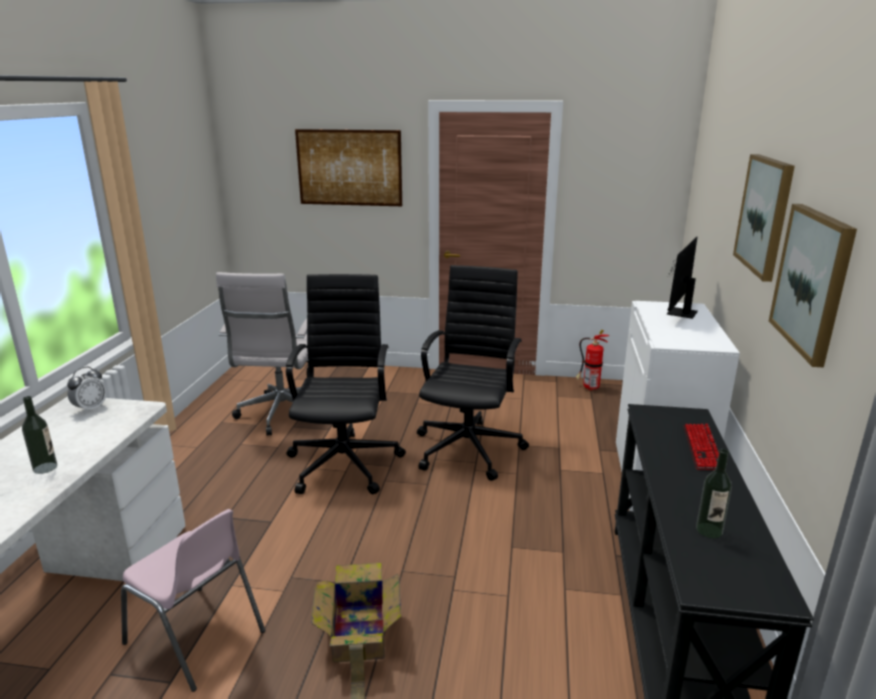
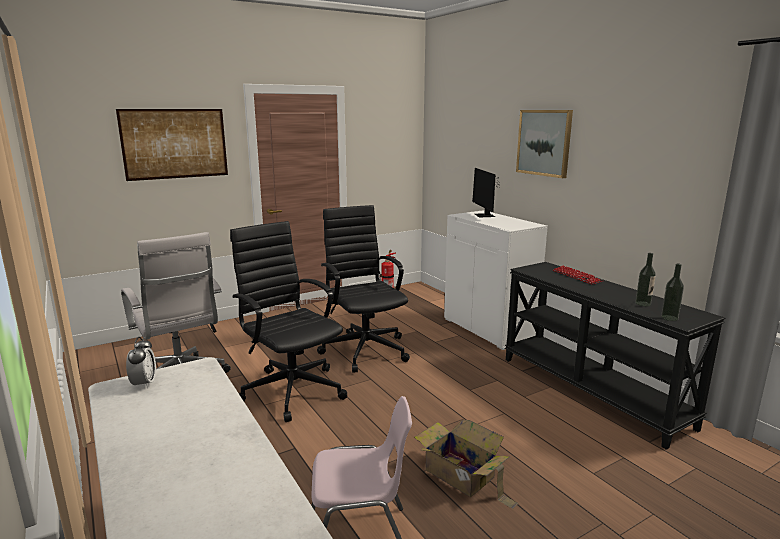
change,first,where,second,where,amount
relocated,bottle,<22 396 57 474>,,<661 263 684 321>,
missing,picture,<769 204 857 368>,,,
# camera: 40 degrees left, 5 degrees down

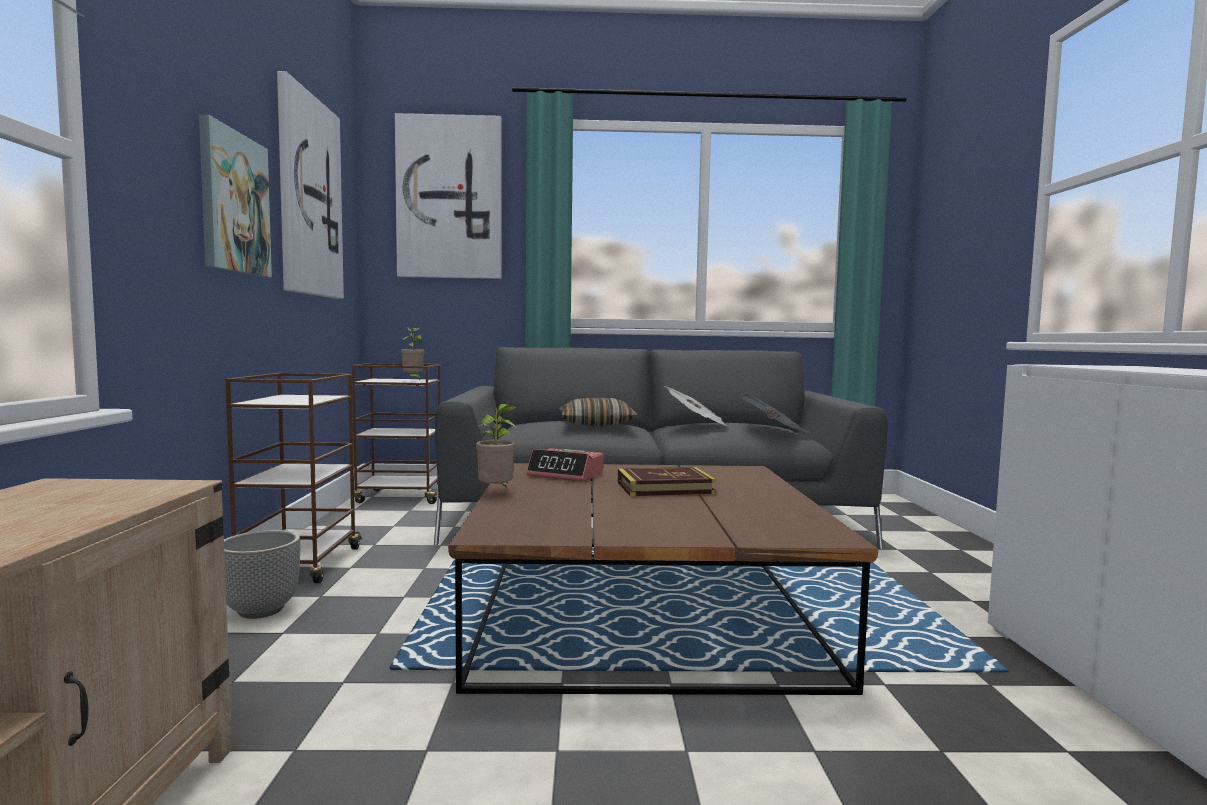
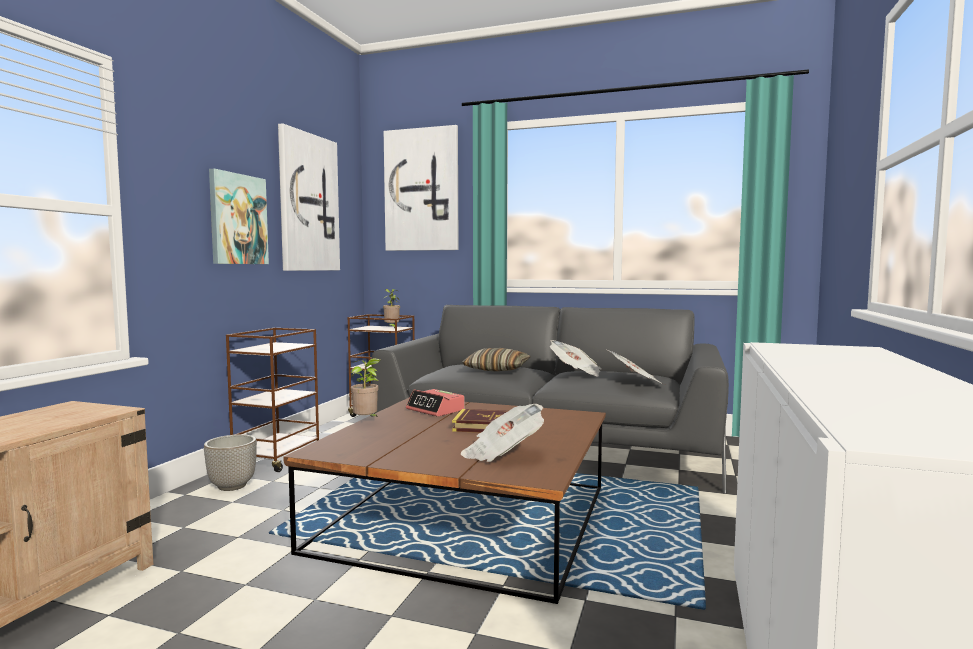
change,first,where,second,where,amount
appeared,,,newspaper,<461 404 544 462>,
# camera: 20 degrees right, 0 degrees up

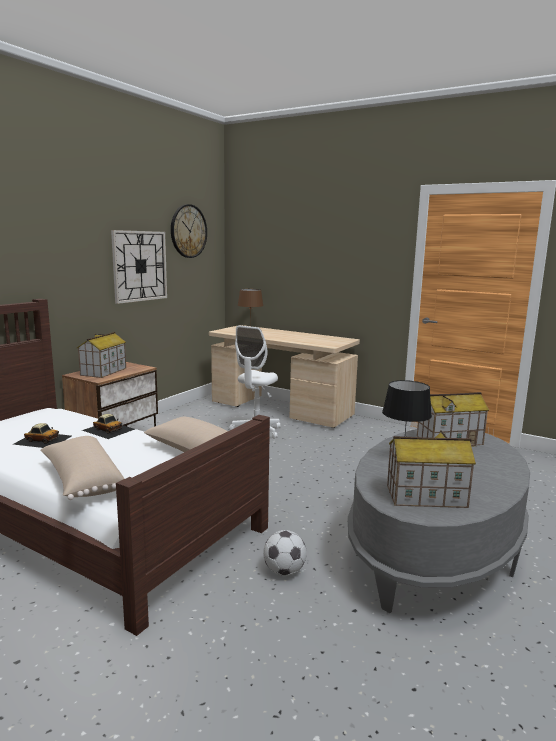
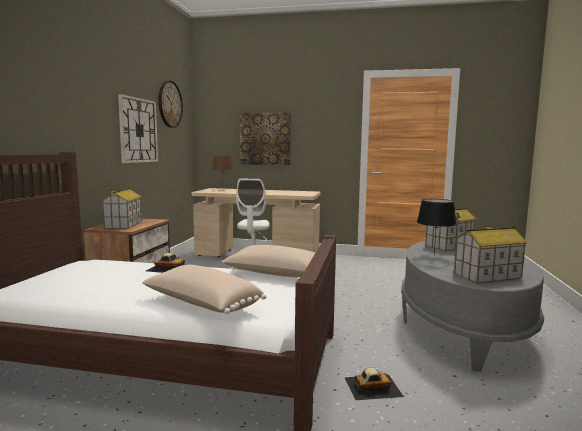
change,first,where,second,where,amount
relocated,toy car,<13 423 72 448>,,<344 367 404 400>,
missing,football,<263 530 307 576>,,,
appeared,,,picture,<240 112 291 165>,
# camera: 20 degrees left, 5 degrees down

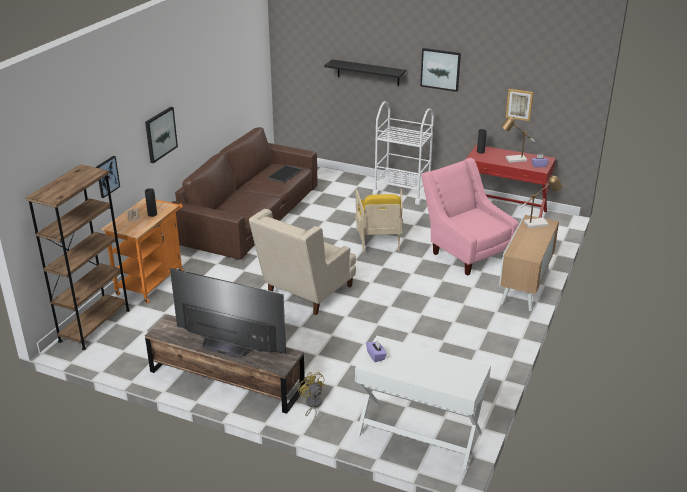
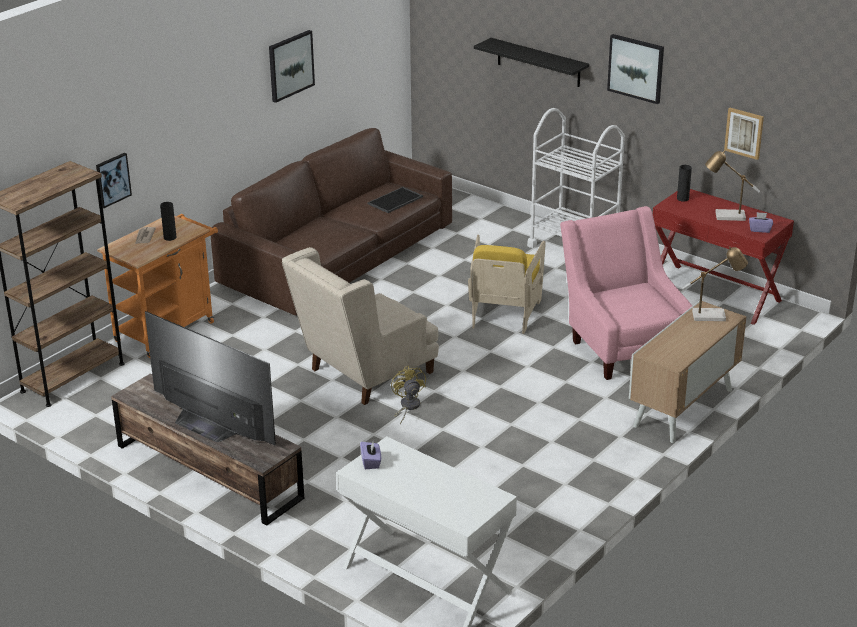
change,first,where,second,where,amount
relocated,picture,<145 107 178 163>,,<269 30 315 103>,
relocated,yellow fan,<298 372 325 423>,,<391 365 426 425>,
# camera: 15 degrees right, 0 degrees up

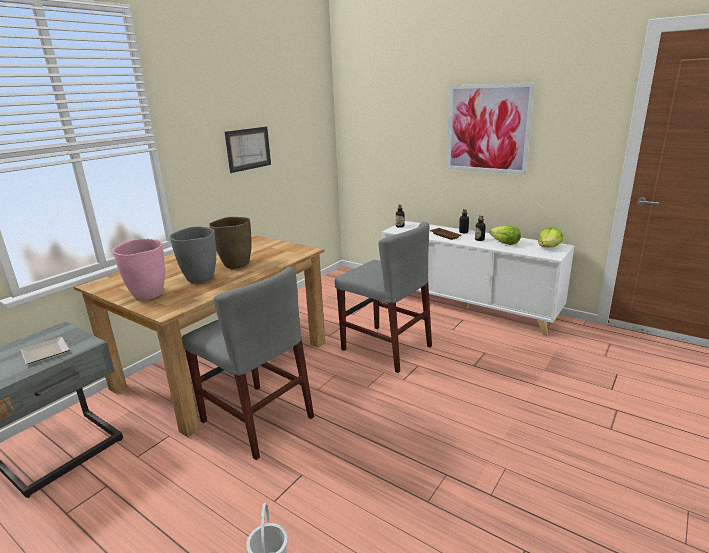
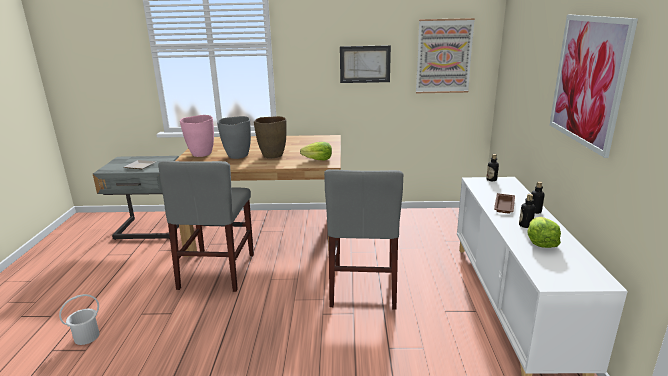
change,first,where,second,where,amount
relocated,lettuce,<538 227 563 247>,,<300 142 332 161>,
appeared,,,picture,<416 18 475 93>,
# camera: 55 degrees right, 0 degrees up

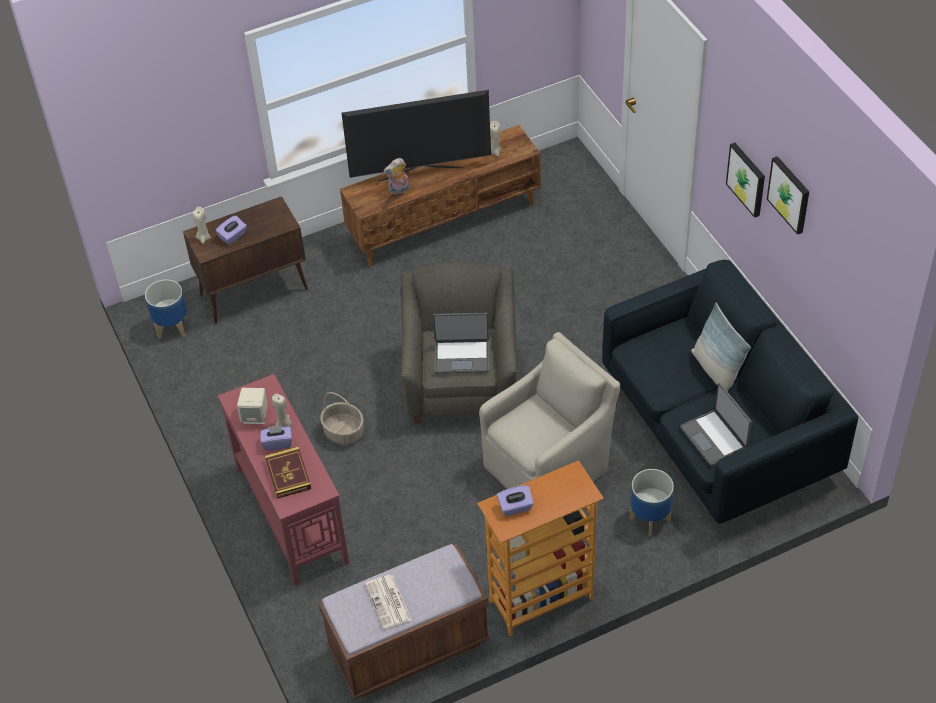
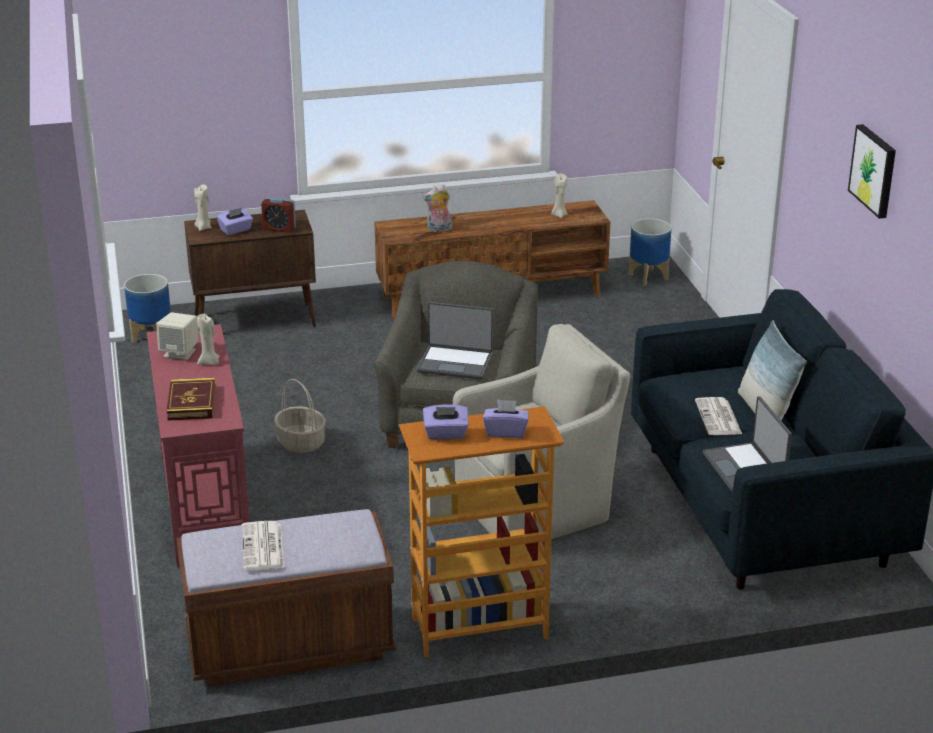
change,first,where,second,where,amount
relocated,purple tissue box,<260 426 292 451>,,<483 399 529 438>,
missing,television,<342 90 491 182>,,,
relocated,planter,<630 469 674 536>,,<629 218 672 286>,
missing,picture,<726 143 765 218>,,,
appeared,,,alarm clock,<261 197 296 233>,
appeared,,,newspaper,<695 397 742 435>,
# camera: 10 degrees right, 20 degrees down

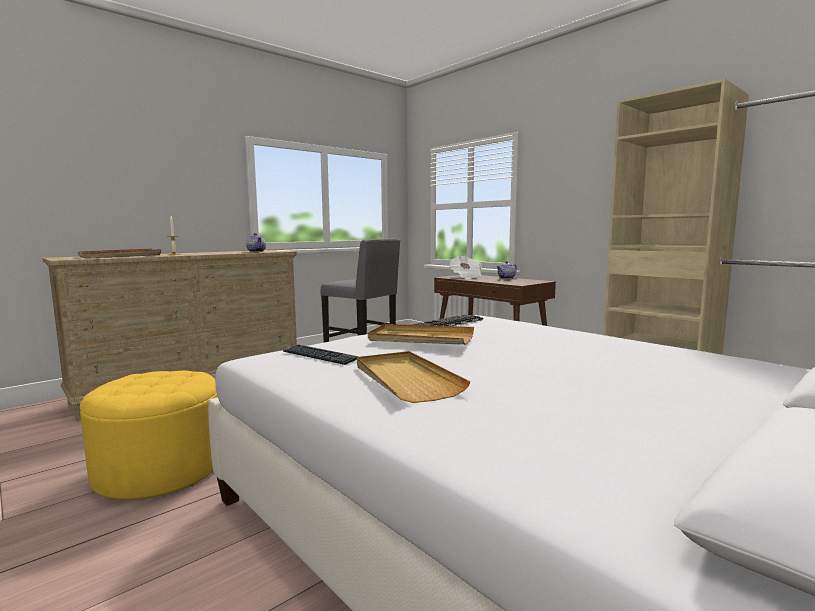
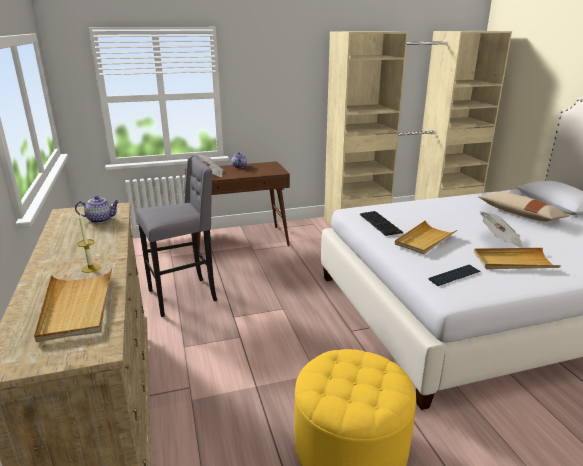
change,first,where,second,where,amount
appeared,,,beige pillow,<479 192 569 222>,
appeared,,,newspaper,<480 211 523 248>,
# camera: 65 degrees left, 15 degrees up

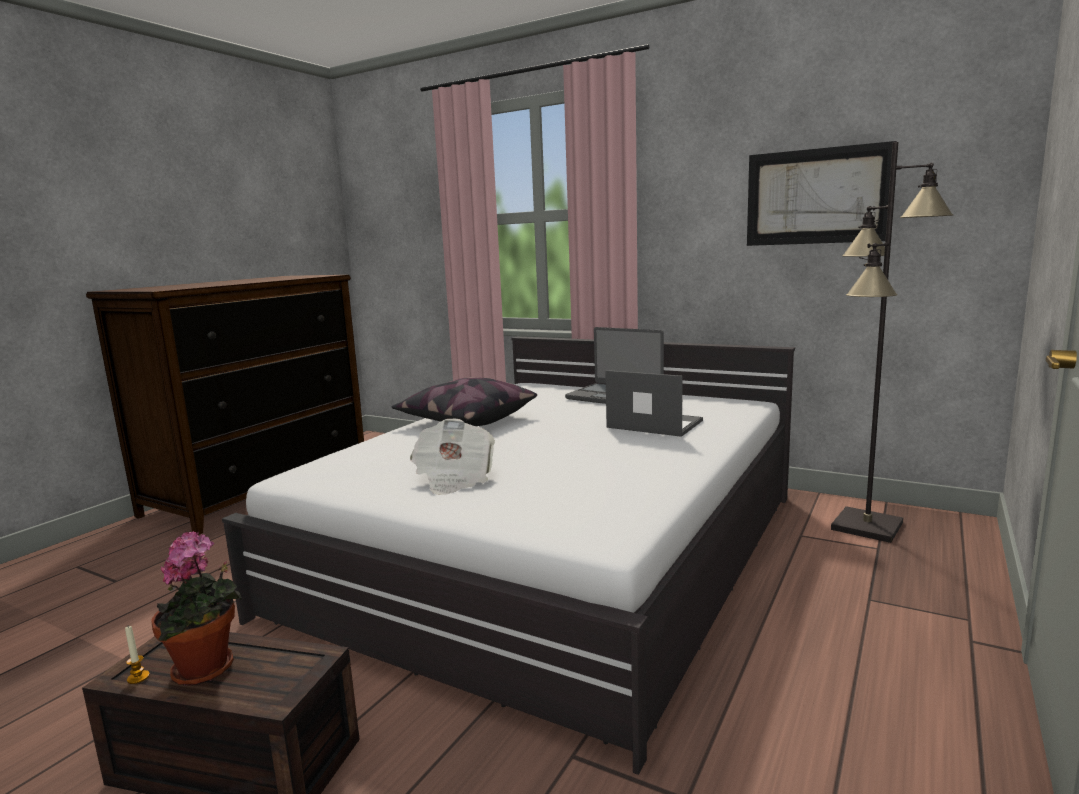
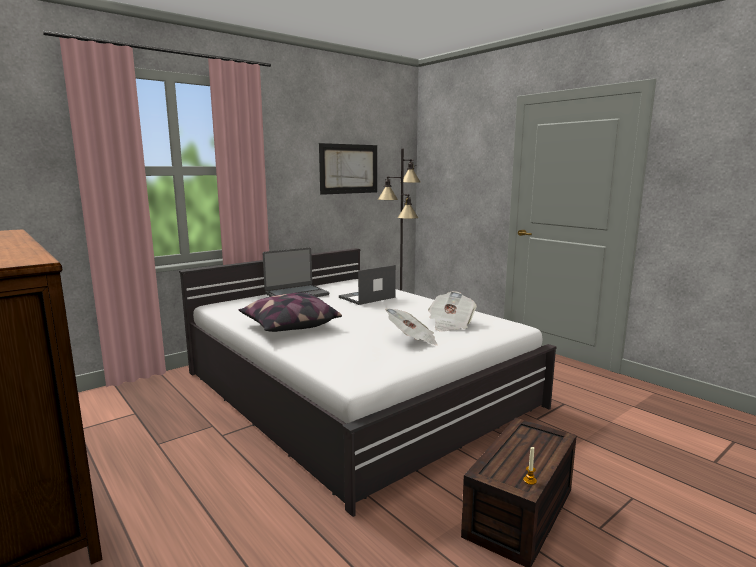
change,first,where,second,where,amount
missing,potted plant,<151 531 242 686>,,,
appeared,,,newspaper,<428 291 477 332>,
# camera: 70 degrees left, 0 degrees up

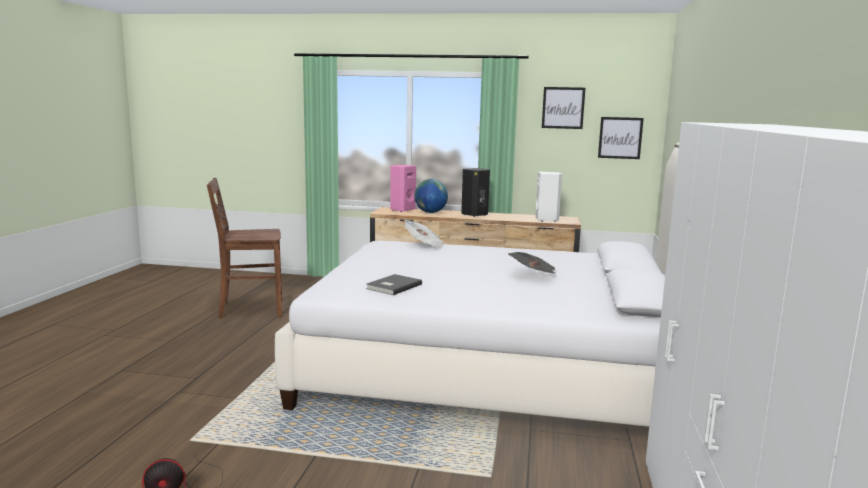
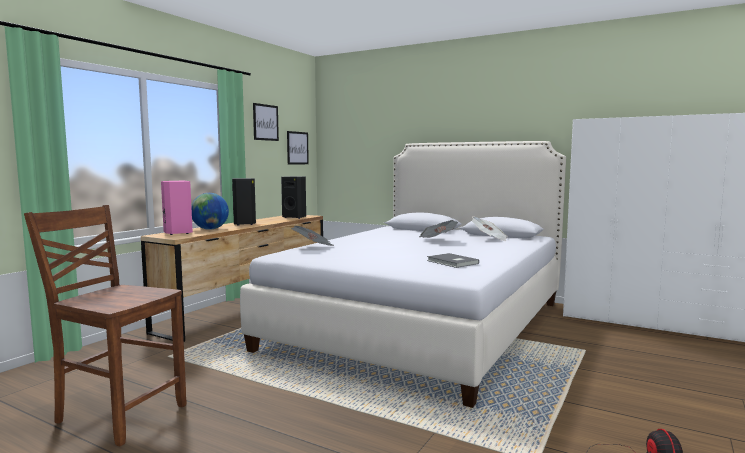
change,first,where,second,where,amount
spun,brown chair,<207 178 282 319>,,<24 205 186 446>,105 degrees clockwise
colour,white speaker,<535 172 562 222>,black speaker,<281 176 306 219>,
appeared,,,newspaper,<472 216 508 241>,
# camera: 70 degrees left, 5 degrees down

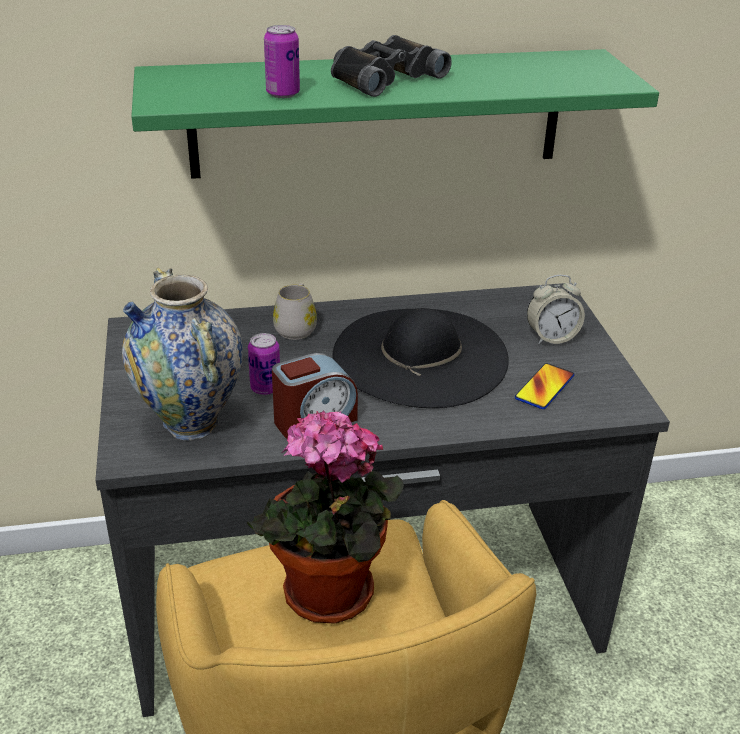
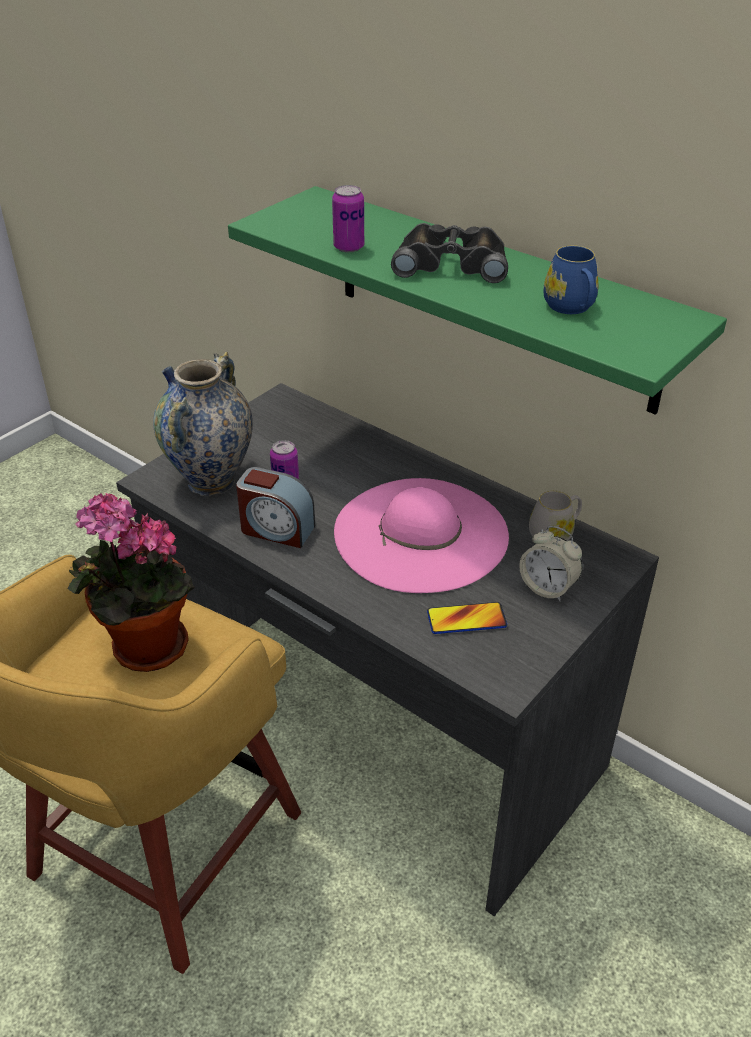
change,first,where,second,where,amount
relocated,white mug,<273 284 317 340>,,<529 491 582 541>,
colour,black hat,<332 308 509 408>,pink hat,<334 478 509 593>,
appeared,,,blue mug,<544 245 598 314>,
# camera: 50 degrees right, 5 degrees up

